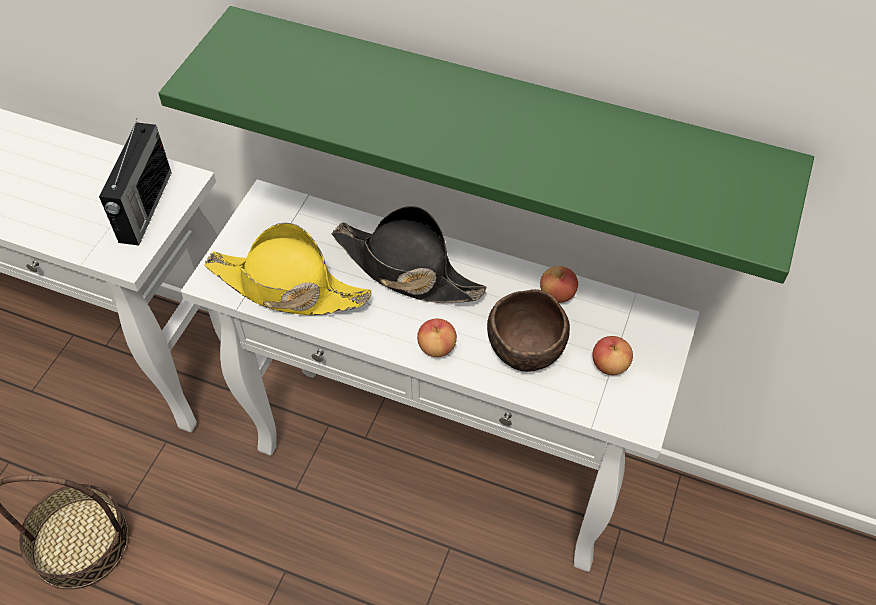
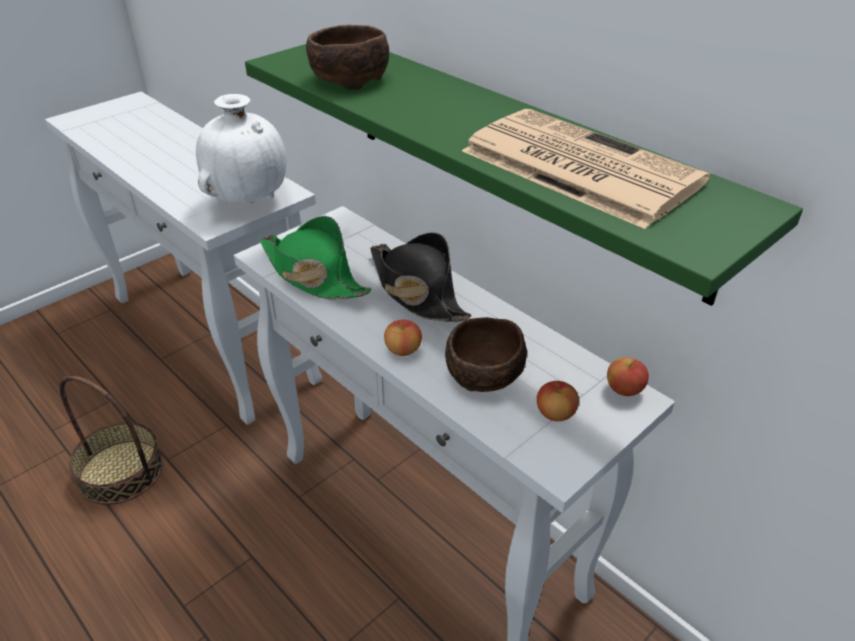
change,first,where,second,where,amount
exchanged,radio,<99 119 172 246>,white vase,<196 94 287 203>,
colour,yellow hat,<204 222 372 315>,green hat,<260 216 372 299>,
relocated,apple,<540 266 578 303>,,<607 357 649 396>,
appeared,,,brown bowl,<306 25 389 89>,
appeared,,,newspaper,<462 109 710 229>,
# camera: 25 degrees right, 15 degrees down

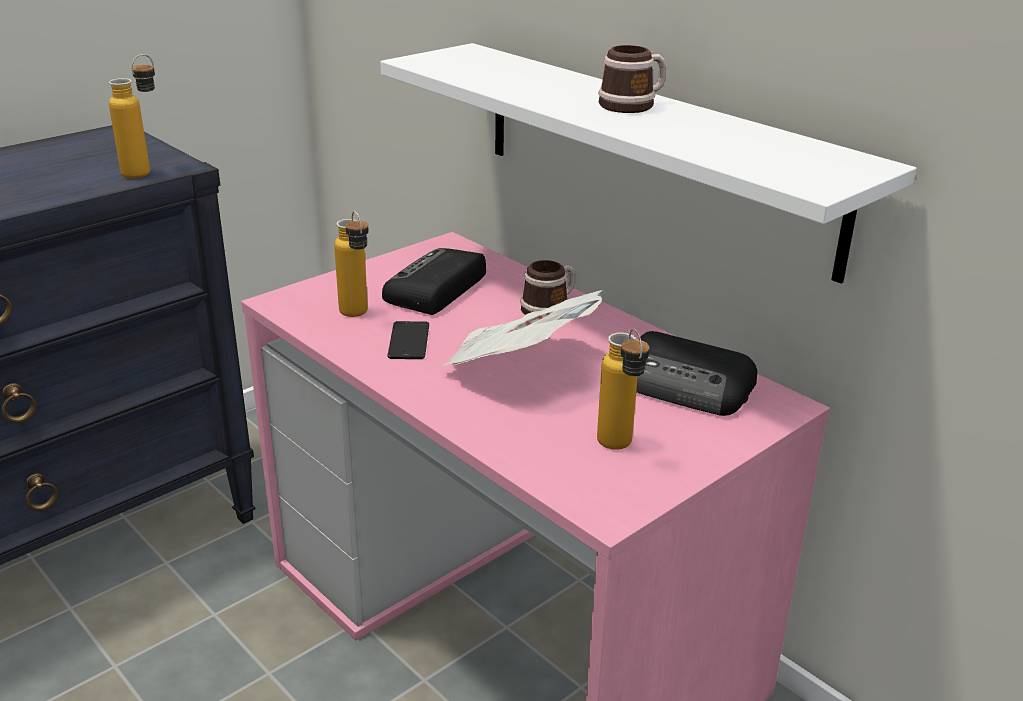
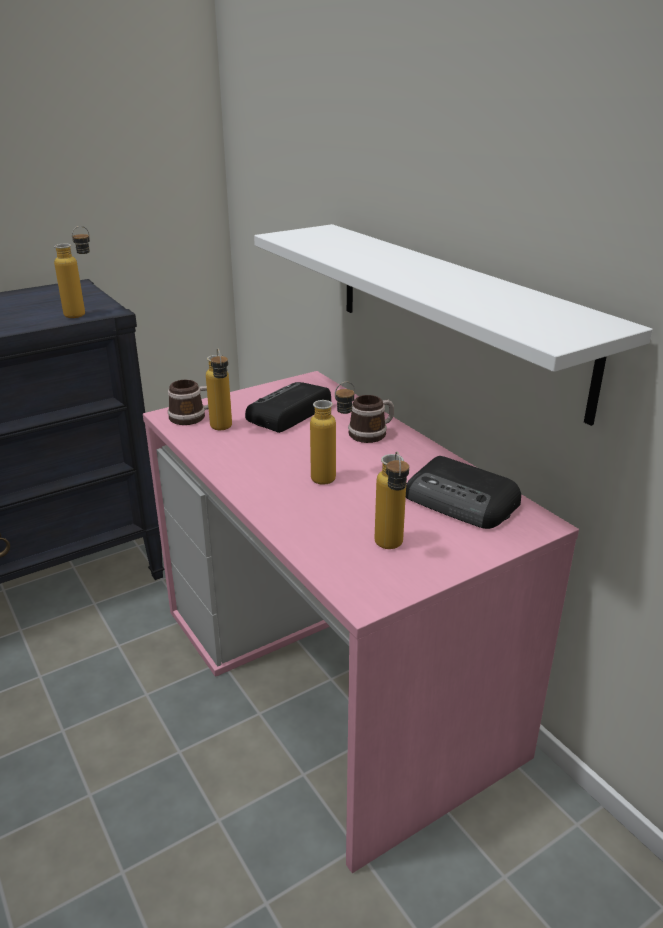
change,first,where,second,where,amount
missing,phone,<388 321 429 359>,,,
exchanged,newspaper,<441 290 603 367>,bottle,<310 382 355 485>,
relocated,mug,<598 45 666 113>,,<168 379 209 425>,
# camera: 10 degrees right, 0 degrees up

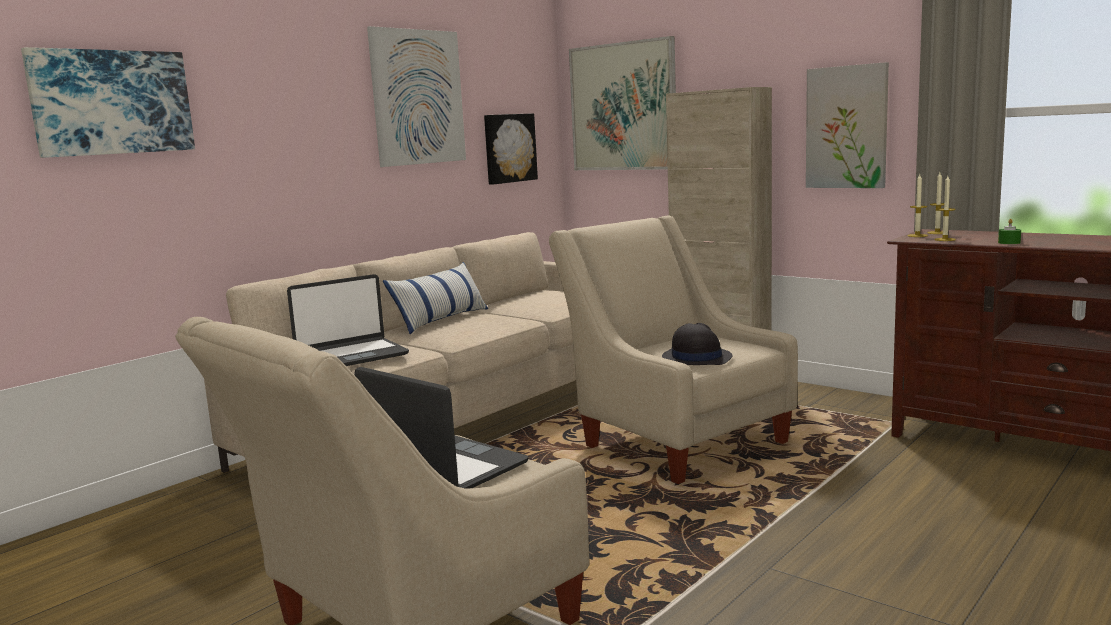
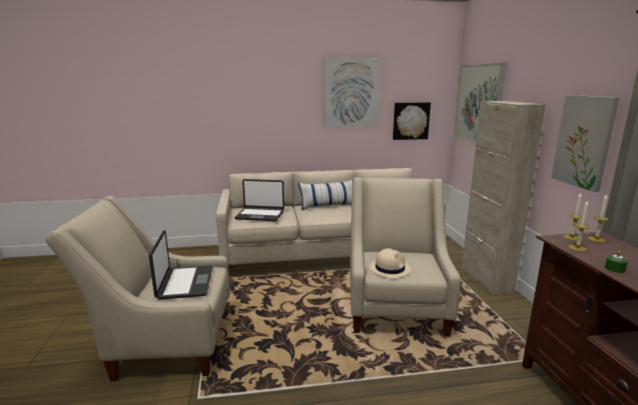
change,first,where,second,where,amount
missing,picture,<21 47 195 158>,,,
colour,black hat,<662 323 732 365>,beige hat,<370 248 411 279>,
# camera: 40 degrees right, 5 degrees up

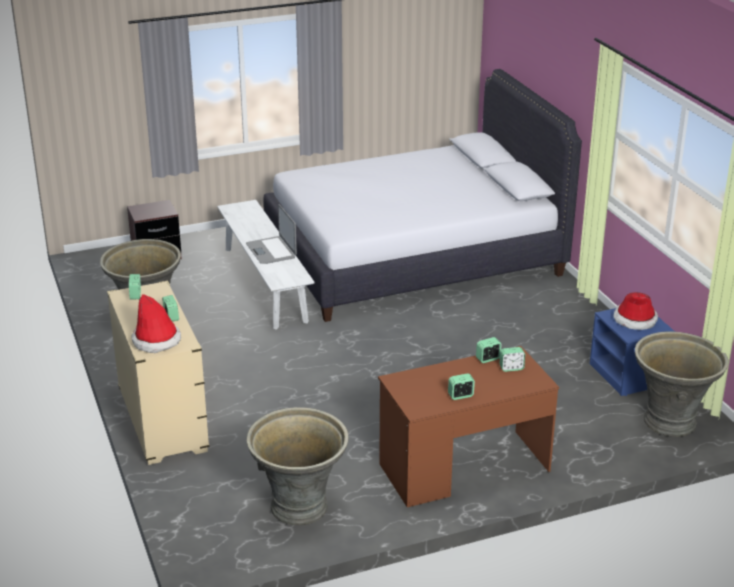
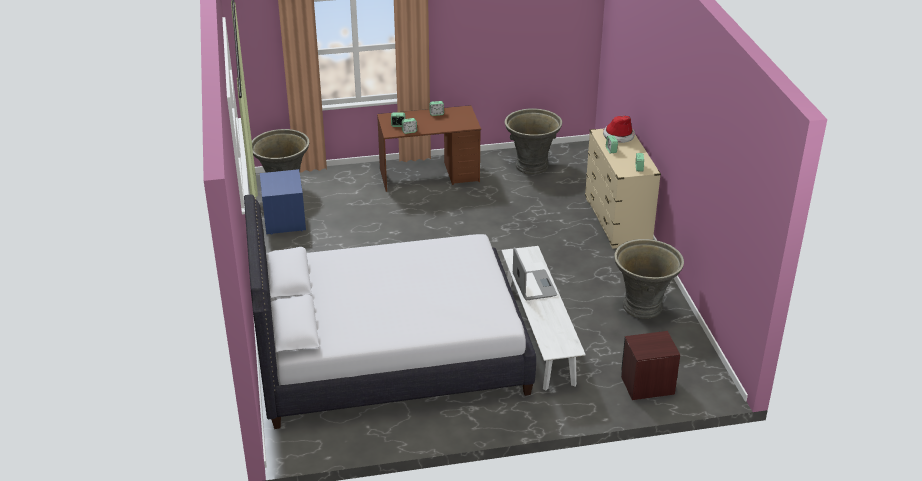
change,first,where,second,where,amount
missing,hat,<613 292 658 330>,,,
# camera: 170 degrees left, 5 degrees up

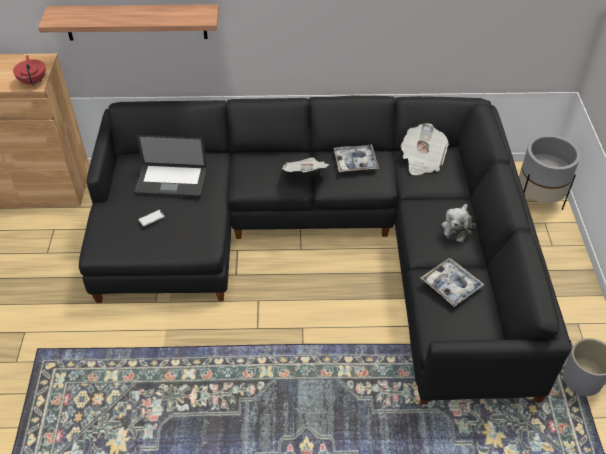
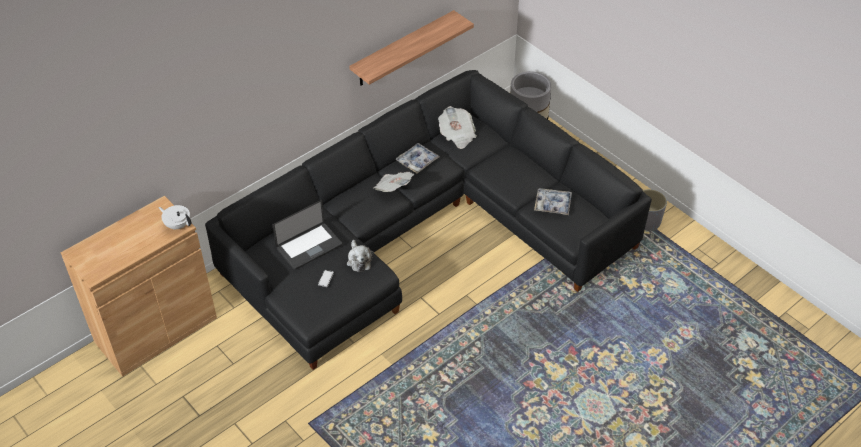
change,first,where,second,where,amount
colour,red teapot,<13 55 46 86>,white teapot,<158 205 191 230>,
relocated,shelf,<38 4 219 41>,,<349 10 474 86>,
relocated,plush toy,<441 204 476 242>,,<347 240 374 272>,
# camera: 40 degrees left, 0 degrees up

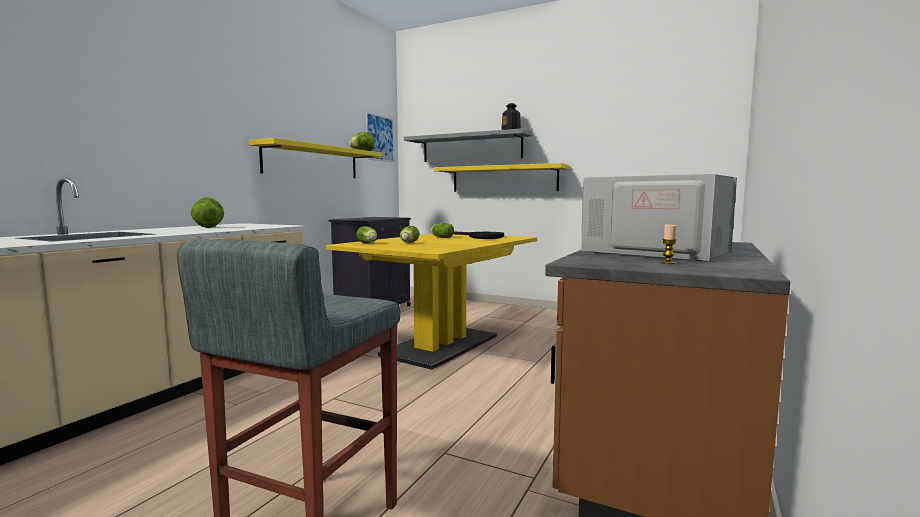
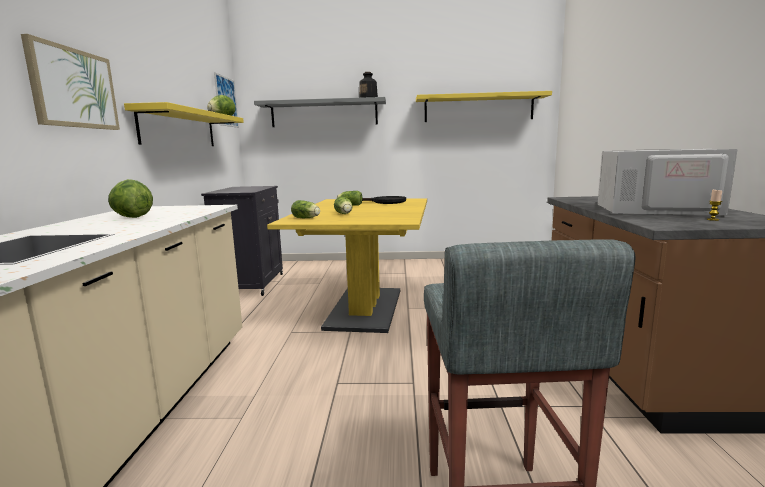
change,first,where,second,where,amount
relocated,yellow shelf,<434 163 569 192>,,<416 91 552 122>,
appeared,,,picture,<21 34 120 130>,
# camera: 25 degrees left, 5 degrees up

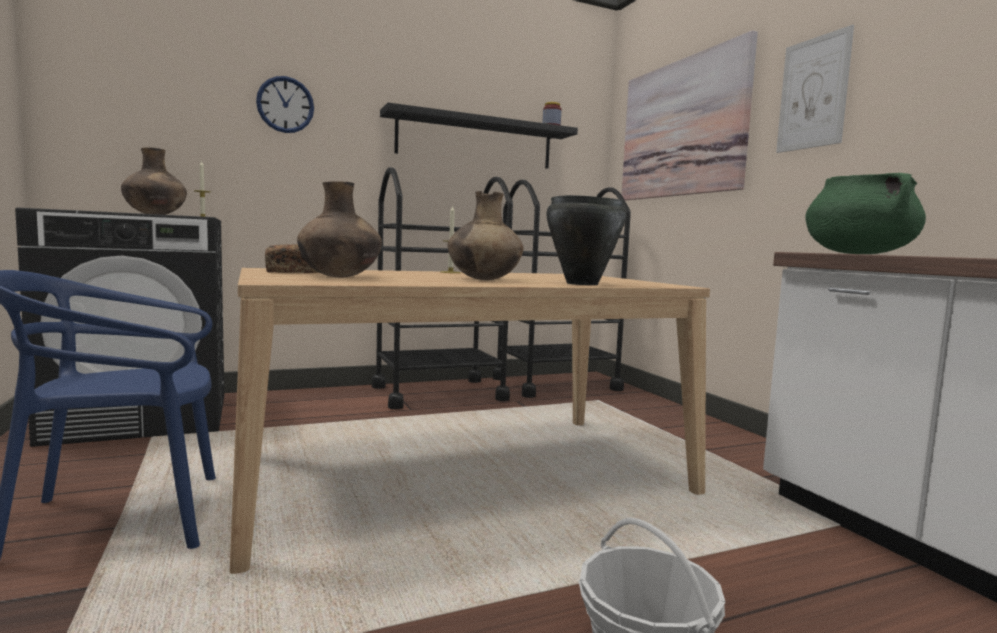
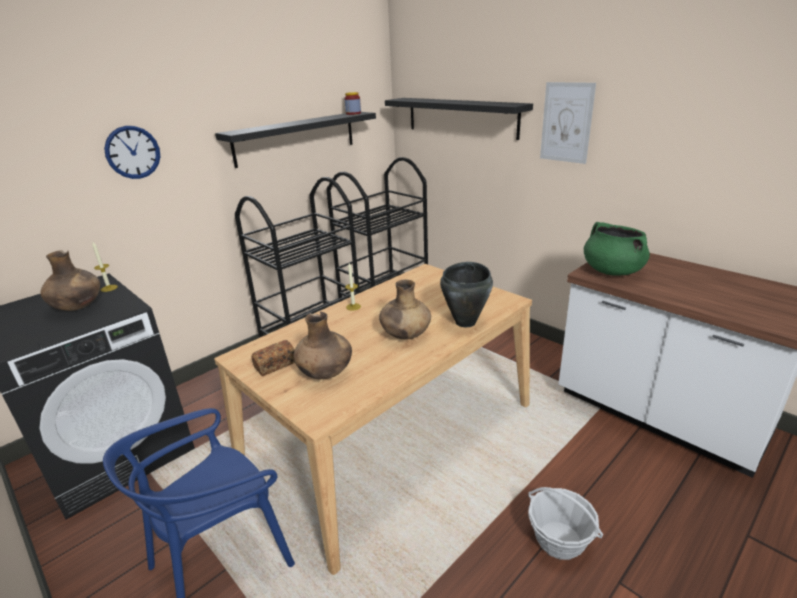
change,first,where,second,where,amount
exchanged,picture,<622 30 758 201>,black shelf,<385 98 533 140>,
# camera: 20 degrees left, 20 degrees up

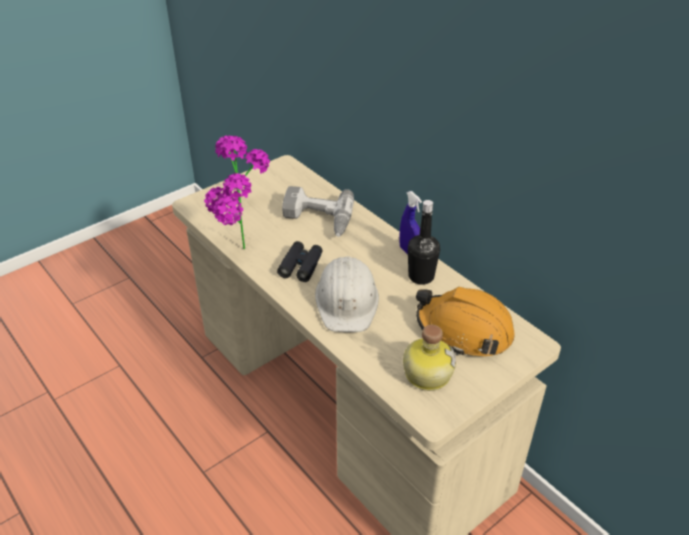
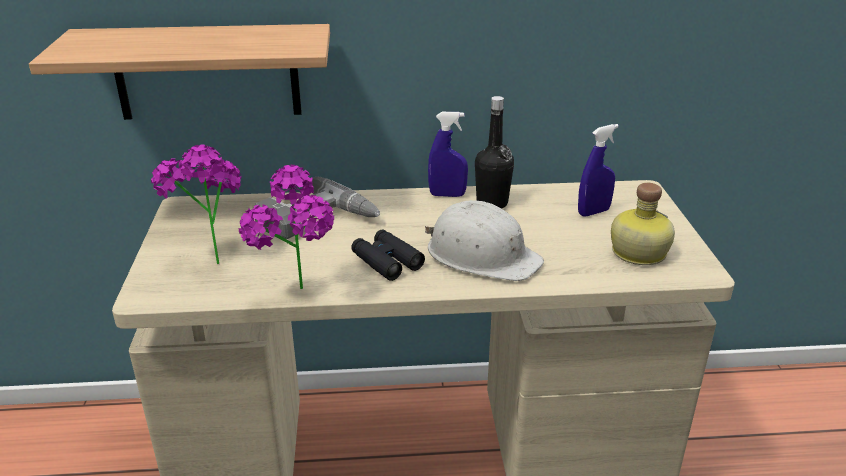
change,first,where,second,where,amount
exchanged,orange hard hat,<416 287 515 356>,blue spray bottle,<578 124 619 216>,
appeared,,,shelf,<29 24 330 120>,
# camera: 55 degrees left, 10 degrees down

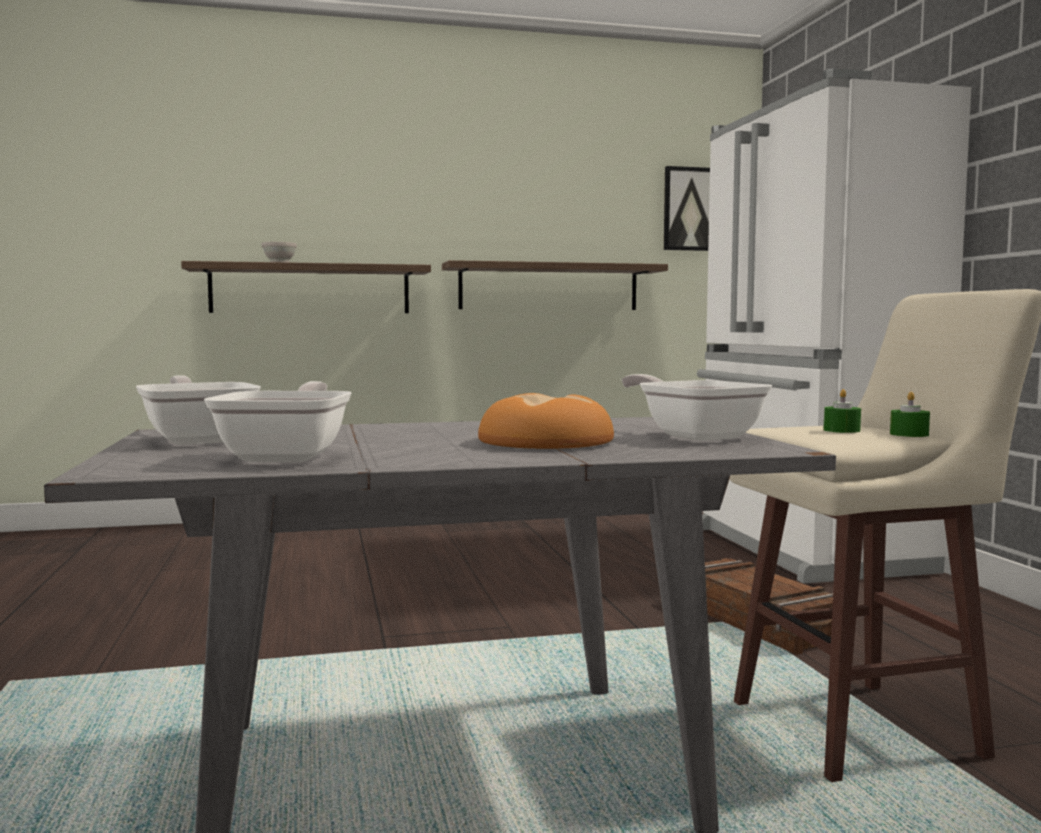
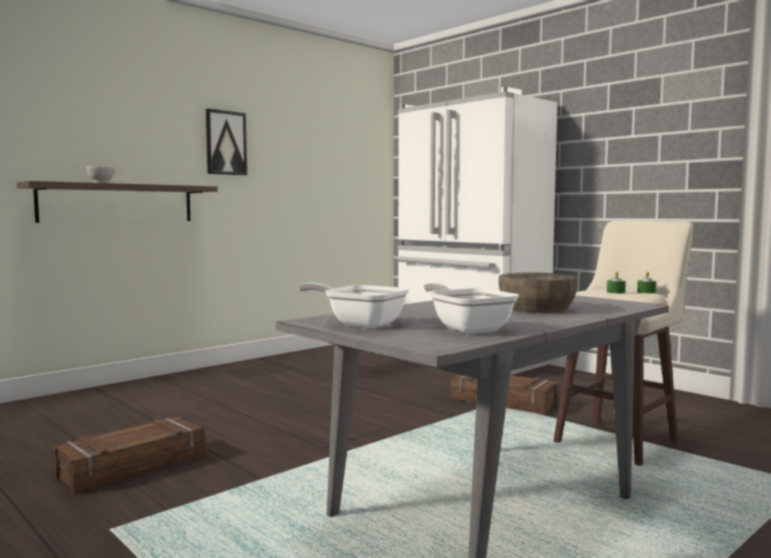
change,first,where,second,where,amount
missing,shelf,<442 260 668 310>,,,
exchanged,bread,<478 393 614 449>,brown bowl,<499 273 578 313>,
missing,frying pan,<622 374 772 441>,,,
relocated,picture,<664 166 710 251>,,<206 109 247 175>,
appeared,,,crate,<52 417 205 494>,
# camera: 30 degrees left, 0 degrees up

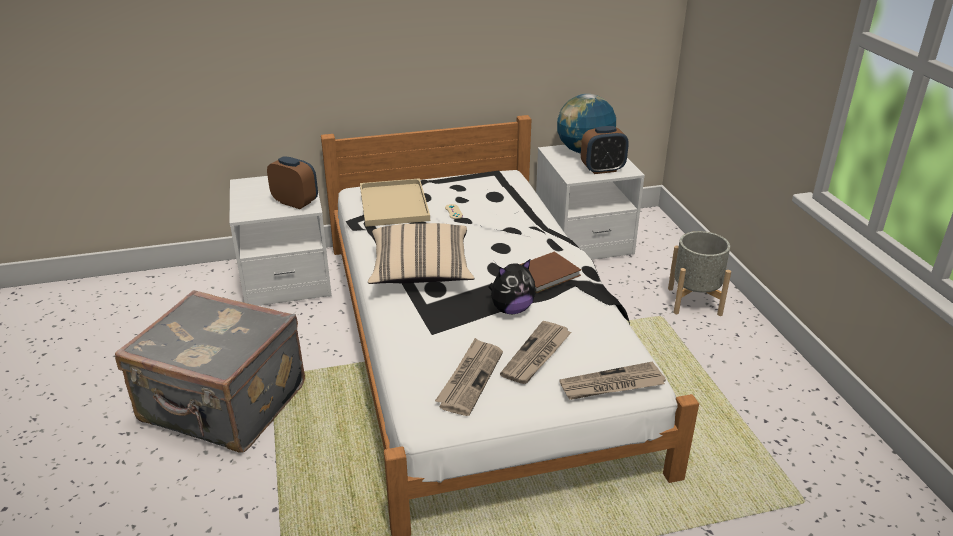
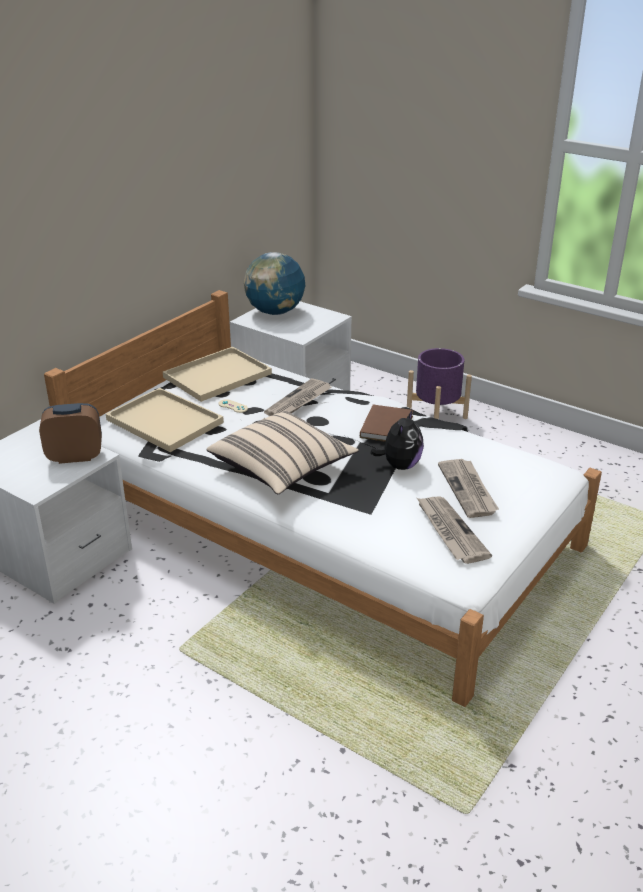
change,first,where,second,where,amount
missing,grey suitcase,<115 290 305 452>,,,
relocated,newspaper,<560 361 666 400>,,<264 378 332 416>,
missing,alarm clock,<581 126 629 174>,,,
colour,grey planter,<668 231 731 316>,purple planter,<407 348 472 419>,
appeared,,,beige tray,<163 347 272 402>,
# camera: 40 degrees left, 0 degrees up

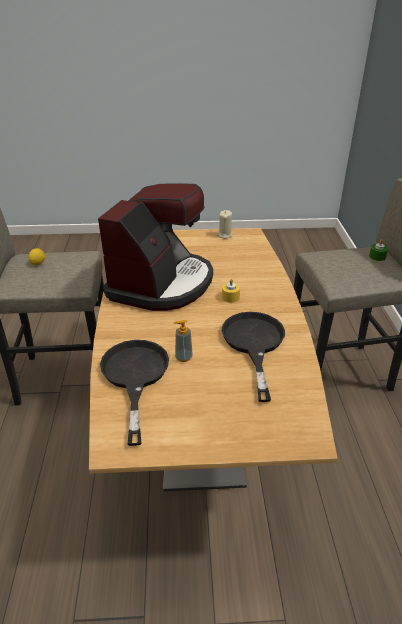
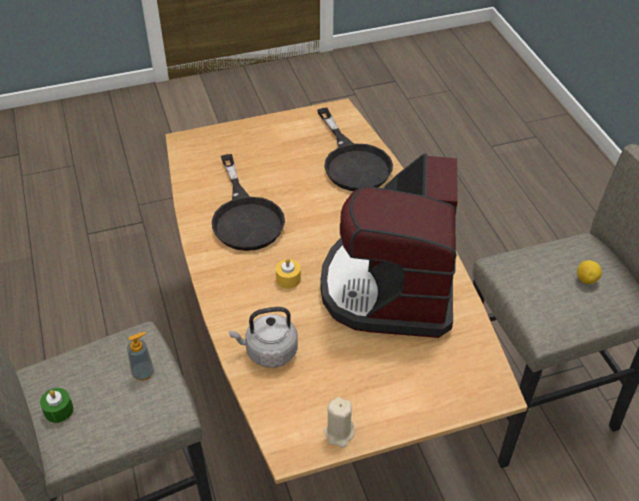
change,first,where,second,where,amount
relocated,soap dispenser,<173 320 193 362>,,<127 332 154 381>,
appeared,,,grey kettle,<229 307 298 368>,
# camera: 165 degrees right, 10 degrees up

